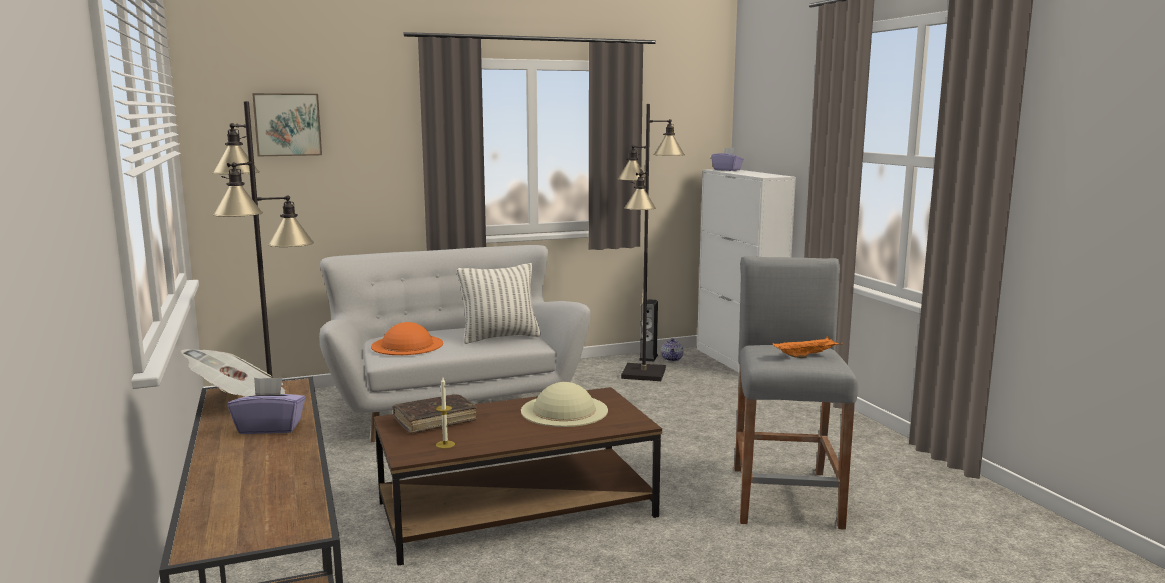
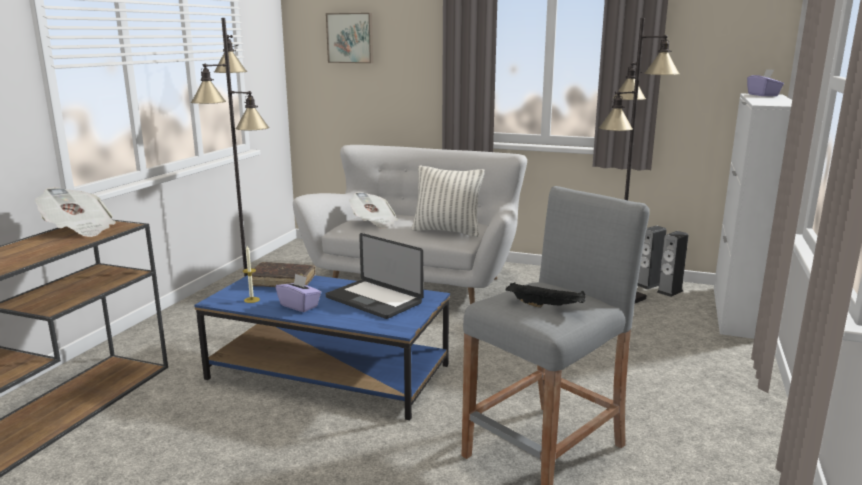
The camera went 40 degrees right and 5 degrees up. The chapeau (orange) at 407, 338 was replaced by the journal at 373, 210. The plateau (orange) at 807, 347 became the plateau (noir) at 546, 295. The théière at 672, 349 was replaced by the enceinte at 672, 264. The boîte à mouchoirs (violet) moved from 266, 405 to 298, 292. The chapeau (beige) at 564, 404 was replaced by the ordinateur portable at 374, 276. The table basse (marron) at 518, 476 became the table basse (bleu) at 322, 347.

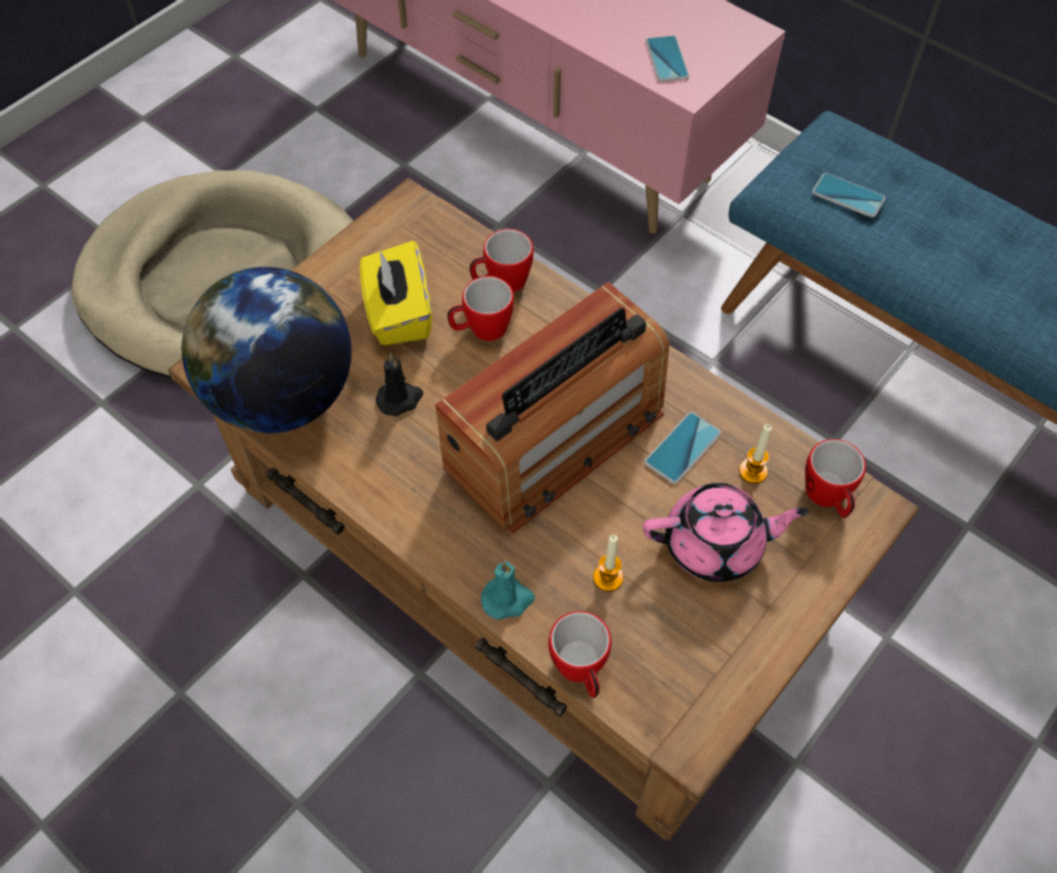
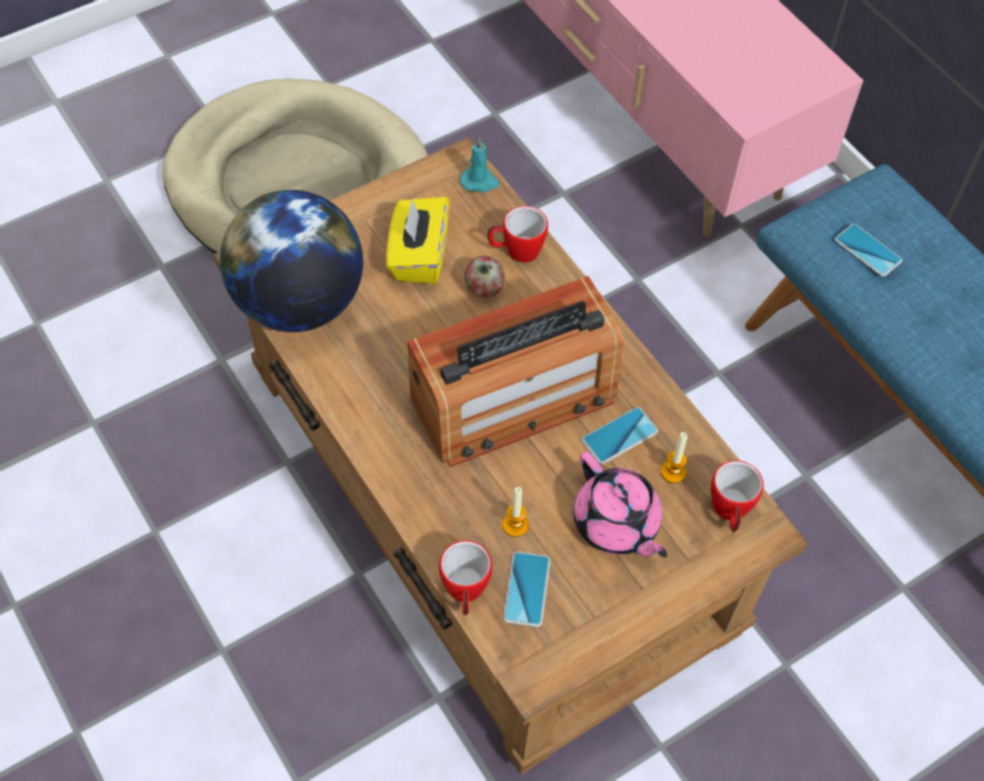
The camera went 15 degrees right and 0 degrees up. The téléphone moved from 667, 59 to 526, 589. The mug at 480, 308 was replaced by the pomme at 484, 276. The bougie (noir) at 399, 384 disappeared. The théière (rose) at 726, 532 turned 45 degrees clockwise. The bougie (turquoise) moved from 508, 590 to 480, 165.

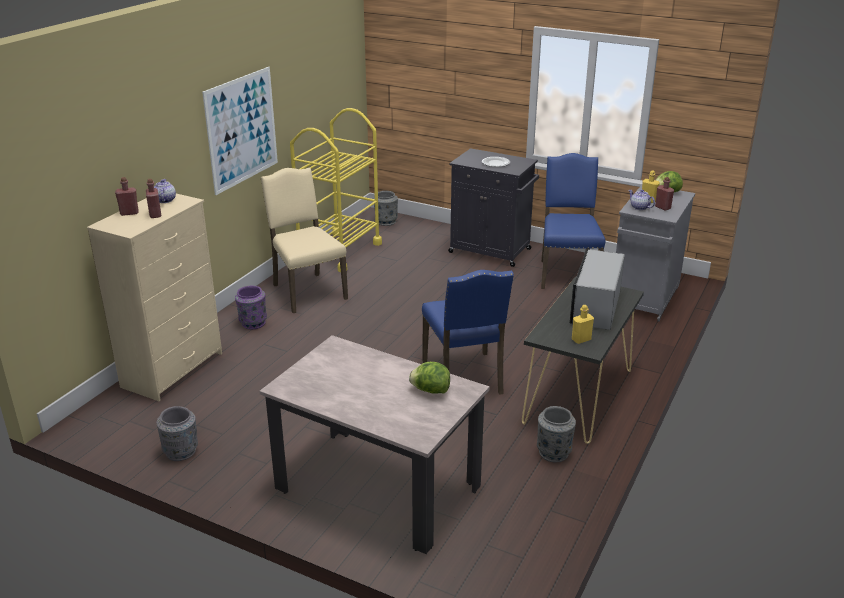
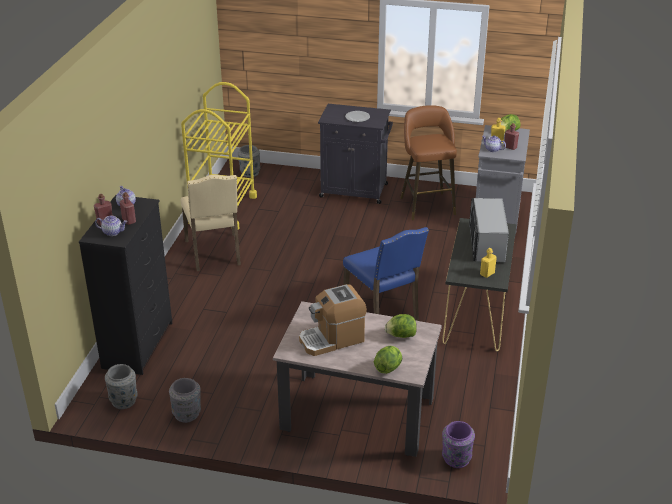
The camera went 15 degrees left and 5 degrees up. The tableau at 240, 131 disappeared. The chaise (bleu) at 573, 221 was replaced by the tabouret (marron) at 428, 162. The chaise (beige) at 304, 240 turned 150 degrees counterclockwise. The commode (beige) at 154, 297 became the commode (noir) at 126, 285. The vase (violet) moved from 251, 307 to 458, 444. The vase (gris) moved from 556, 434 to 121, 386. The théière at 111, 226 appeared. The machine à café at 333, 320 appeared. The laitue at 388, 360 appeared.

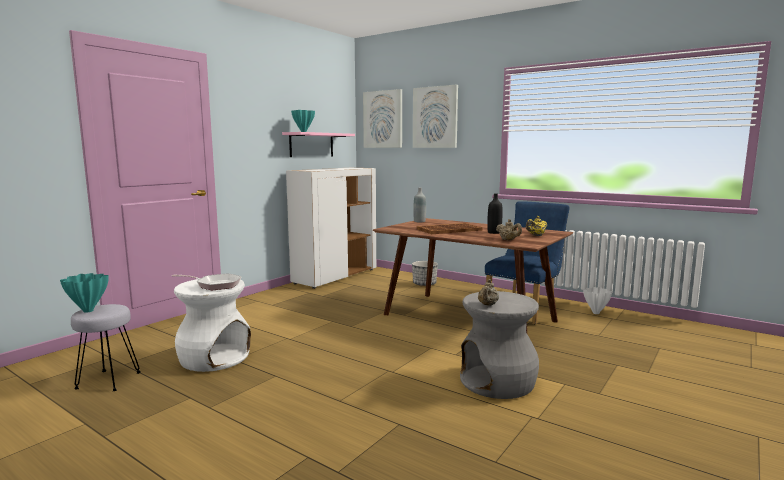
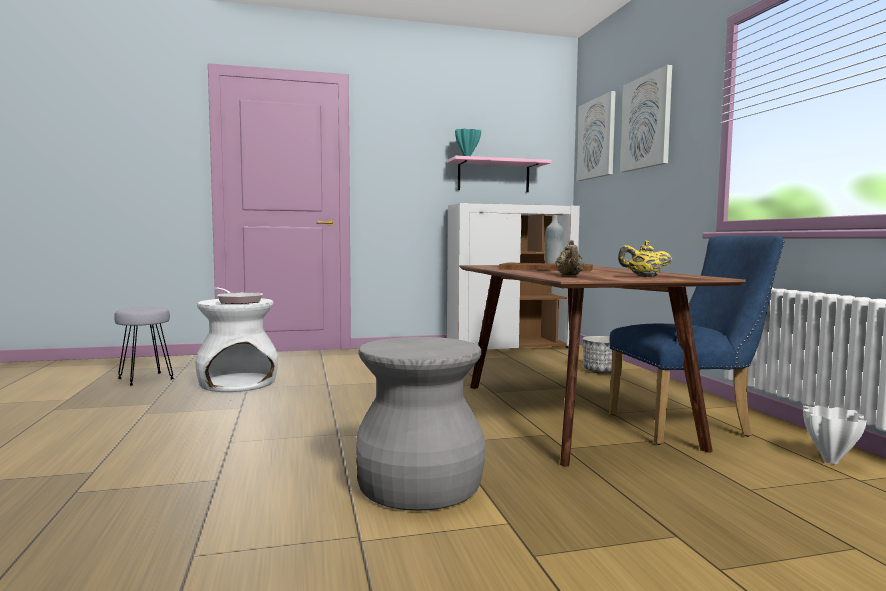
The camera went 40 degrees right and 5 degrees down. The bouteille (noir) at 495, 214 disappeared. The vase (turquoise) at 84, 293 disappeared. The théière (beige) at 488, 292 disappeared.

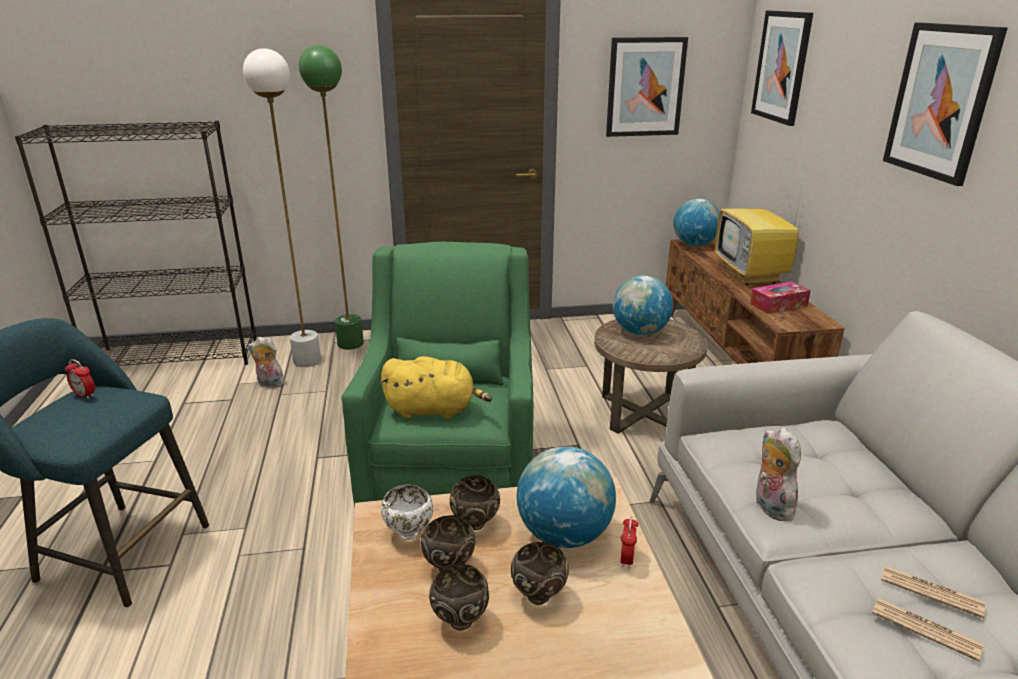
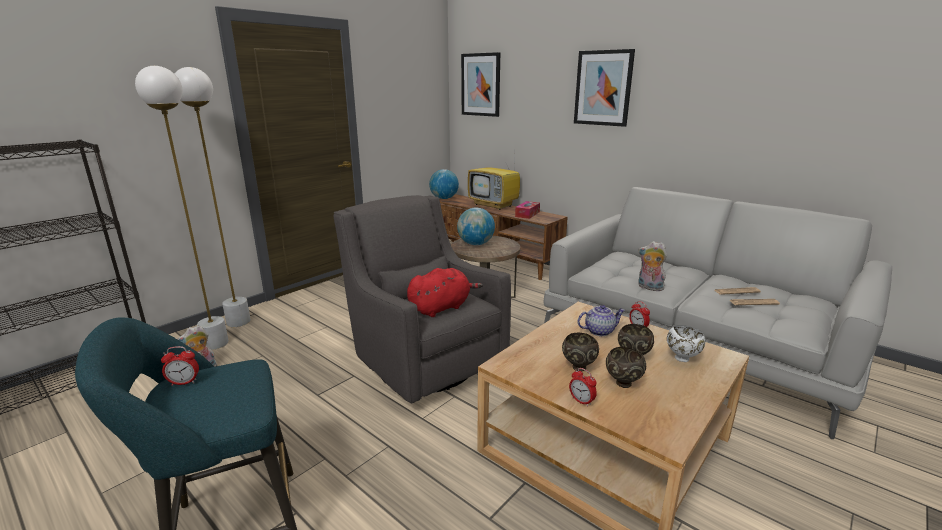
The camera went 40 degrees left and 5 degrees down. The tableau at 647, 87 disappeared. The lampadaire (vert) at 331, 197 became the lampadaire (blanc) at 213, 197. The fauteuil (vert) at 437, 374 became the fauteuil (gris) at 422, 299. The peluche (jaune) at 436, 387 became the peluche (rouge) at 445, 292. The globe at 566, 497 was replaced by the théière at 601, 320. The bol (marron) at 474, 502 disappeared. The bol (blanc) moved from 407, 512 to 686, 343. The réveil at 583, 387 appeared.

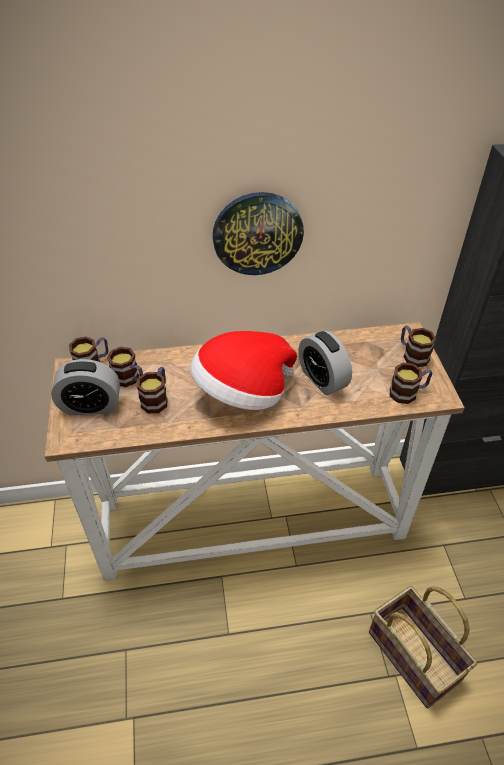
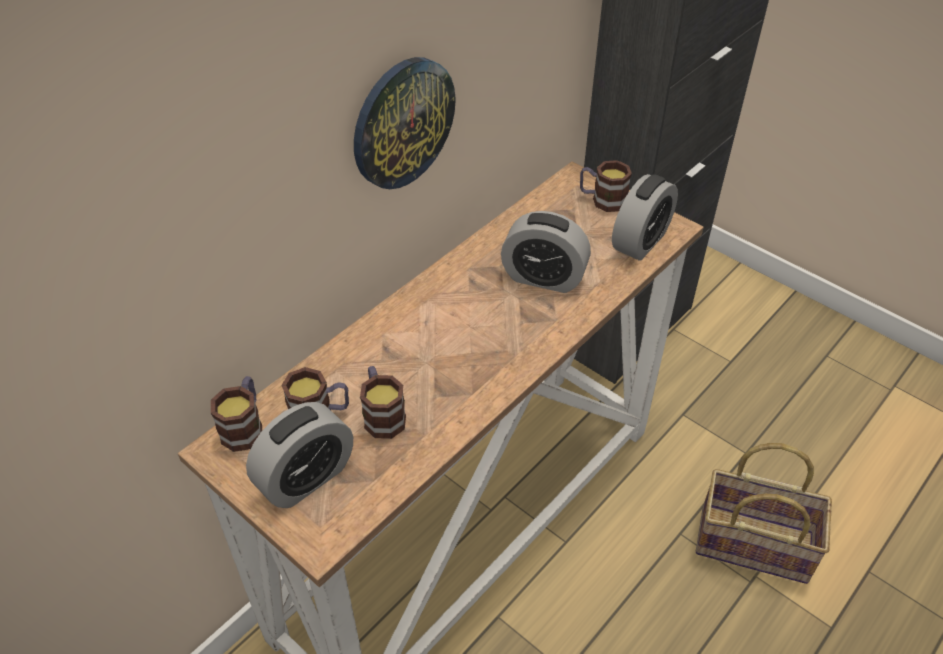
The camera went 40 degrees left and 0 degrees up. The chapeau at 243, 370 disappeared. The mug at 411, 383 was replaced by the réveil at 645, 217.

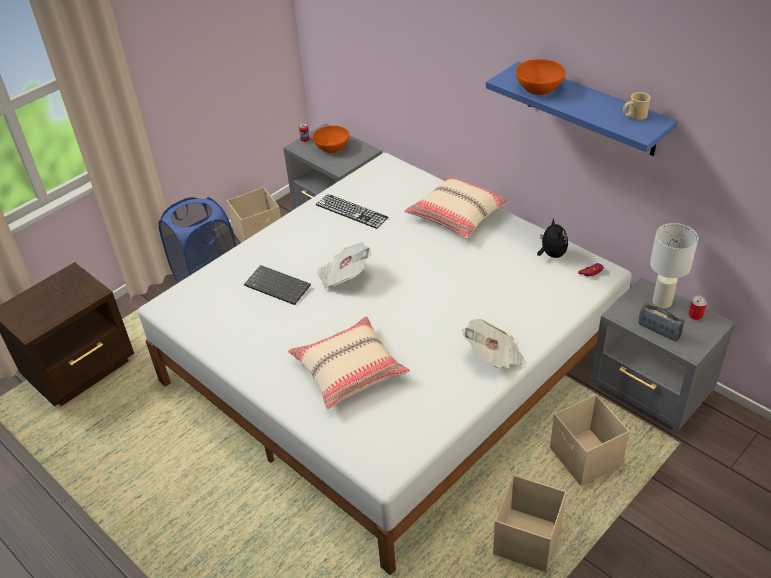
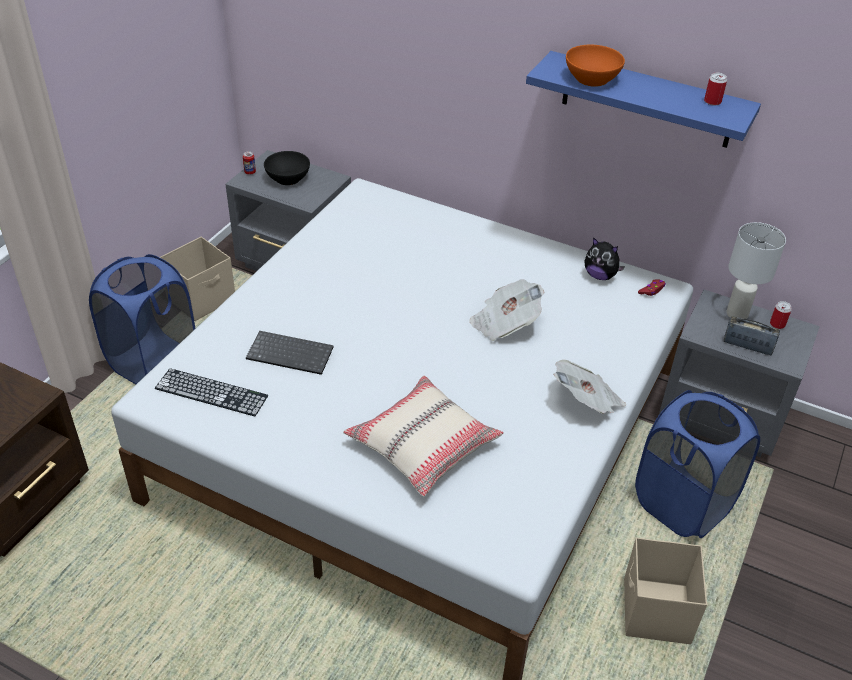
The camera went 20 degrees left and 0 degrees up. The mug (beige) at 637, 106 was replaced by the boîte métallique at 715, 89. The bol (orange) at 331, 139 became the bol (noir) at 287, 168. The coussin (beige) at 457, 207 disappeared. The clavier moved from 352, 211 to 211, 392. The peluche at 552, 238 turned 150 degrees clockwise. The journal moved from 344, 265 to 507, 310. The boîte de rangement (beige) at 590, 440 was replaced by the panier à linge (bleu) at 697, 464.

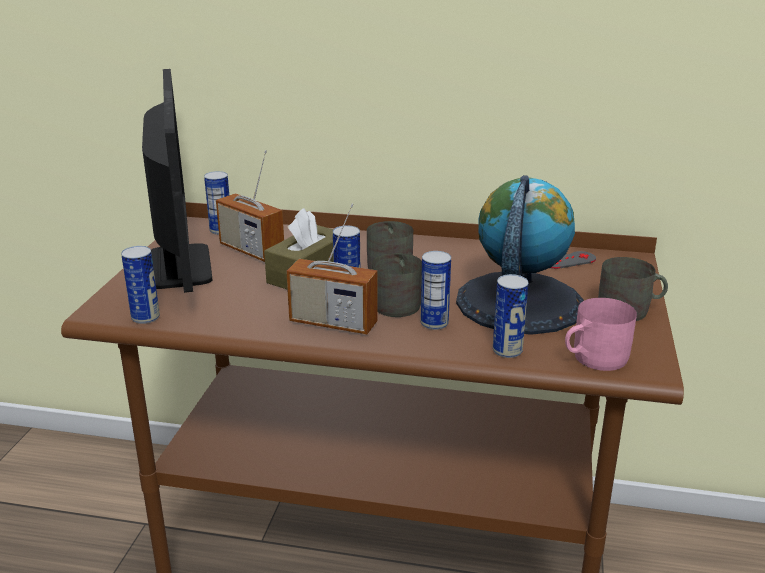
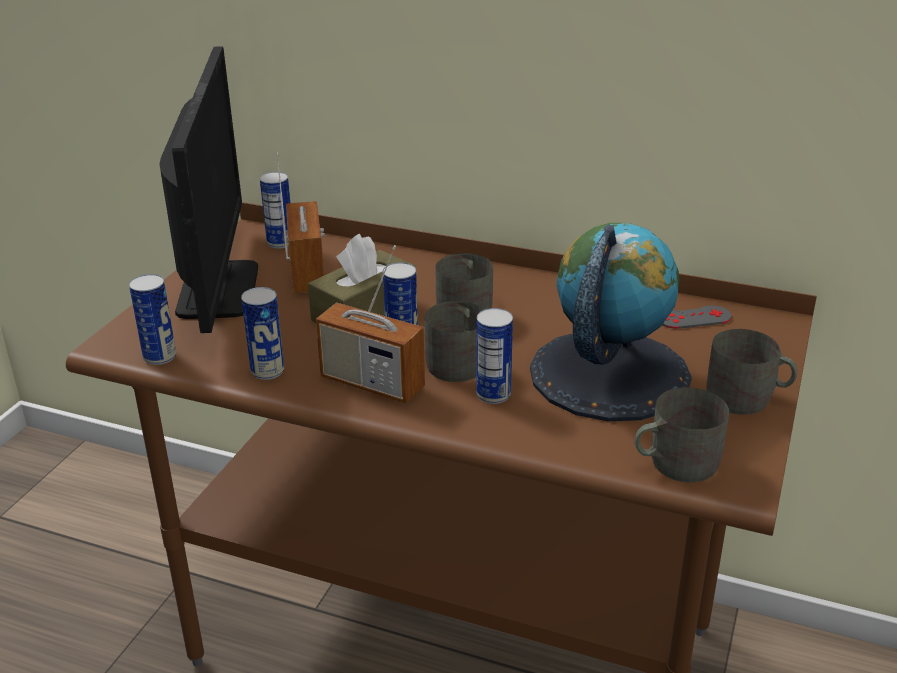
The camera went 10 degrees right and 5 degrees up. The radio at 250, 206 turned 150 degrees counterclockwise. The boîte métallique moved from 511, 316 to 262, 333. The mug (rose) at 601, 334 became the mug (gris) at 681, 434.

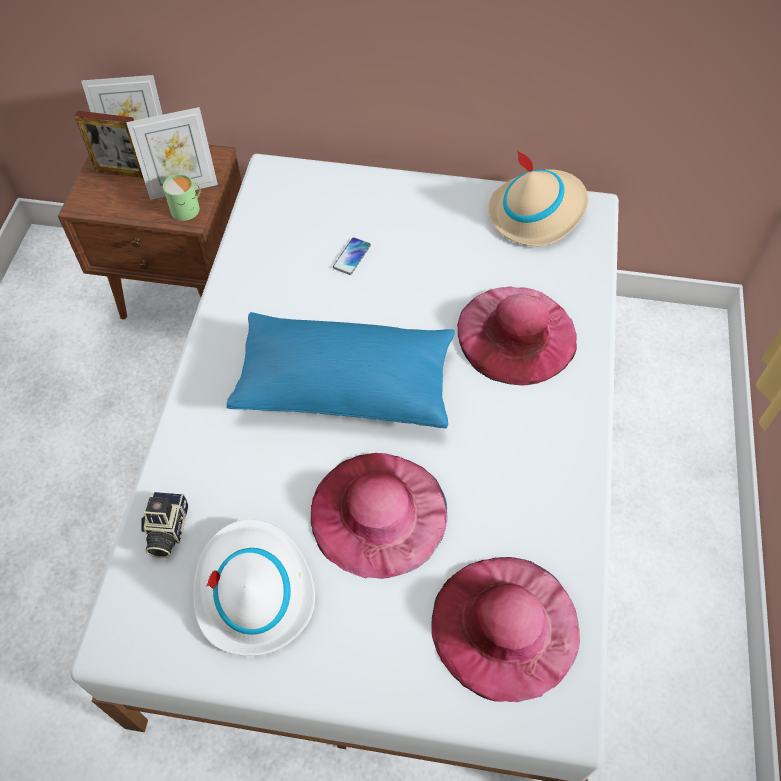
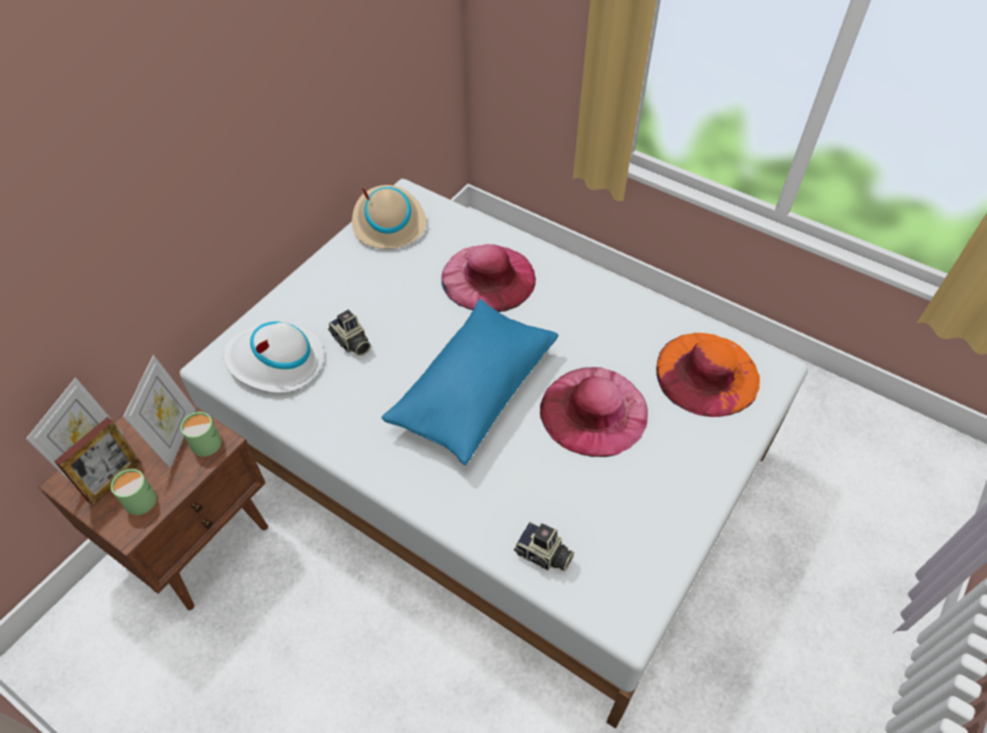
The camera went 65 degrees left and 5 degrees down. The téléphone at 352, 256 was replaced by the appareil photo at 349, 333. The chapeau (blanc) moved from 254, 588 to 273, 357. The chapeau (rose) at 505, 629 became the chapeau (orange) at 708, 375. The mug (vert) at 134, 492 appeared.

